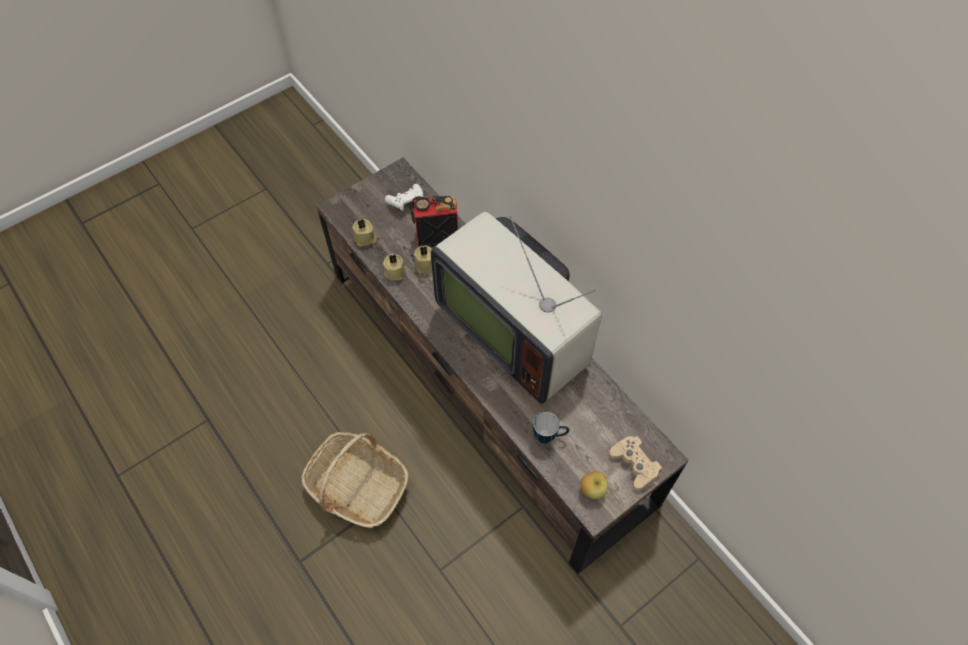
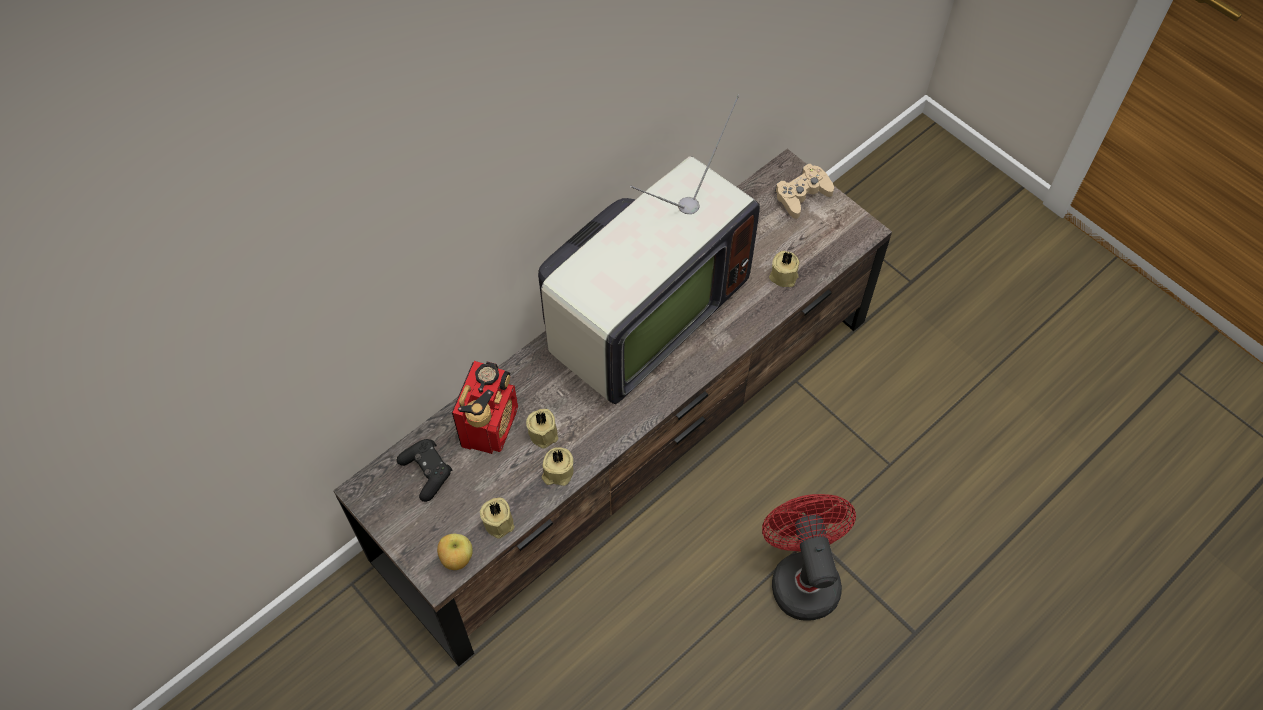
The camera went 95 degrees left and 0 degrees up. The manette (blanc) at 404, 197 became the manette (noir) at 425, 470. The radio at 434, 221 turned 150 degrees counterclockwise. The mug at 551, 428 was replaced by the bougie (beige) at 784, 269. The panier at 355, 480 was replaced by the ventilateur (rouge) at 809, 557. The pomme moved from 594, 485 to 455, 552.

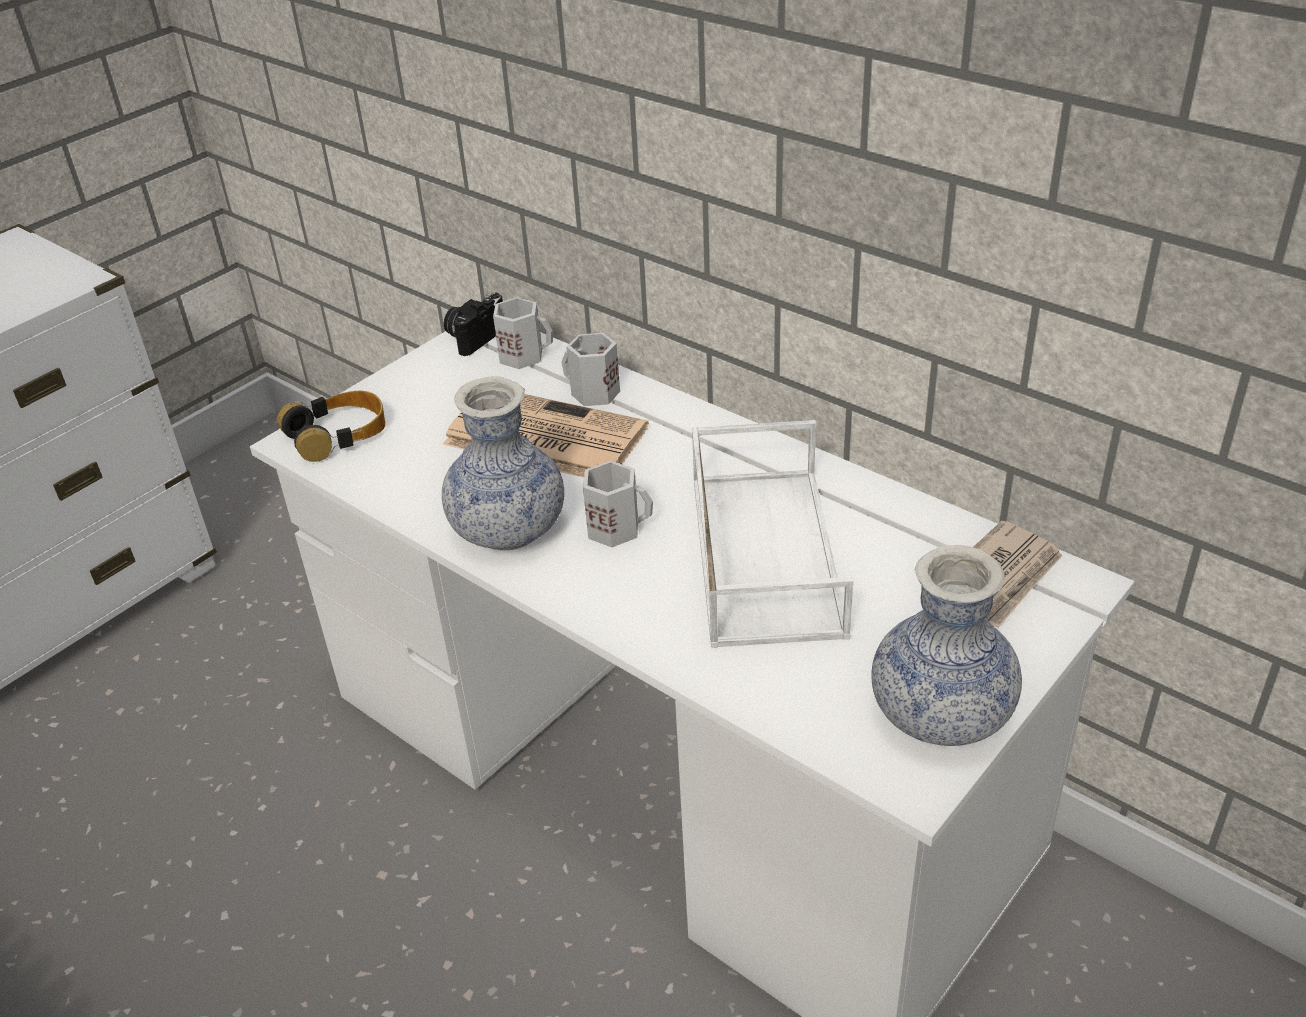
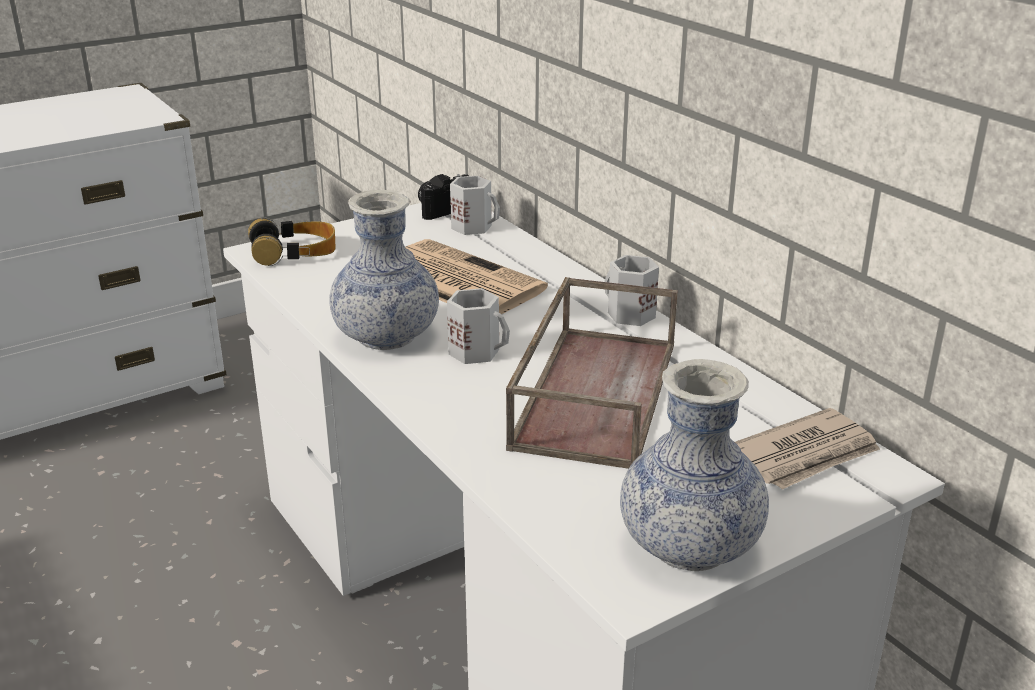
The camera went 15 degrees right and 10 degrees down. The mug (blanc) moved from 591, 369 to 631, 290. The plateau (blanc) at 772, 534 became the plateau (marron) at 592, 373.

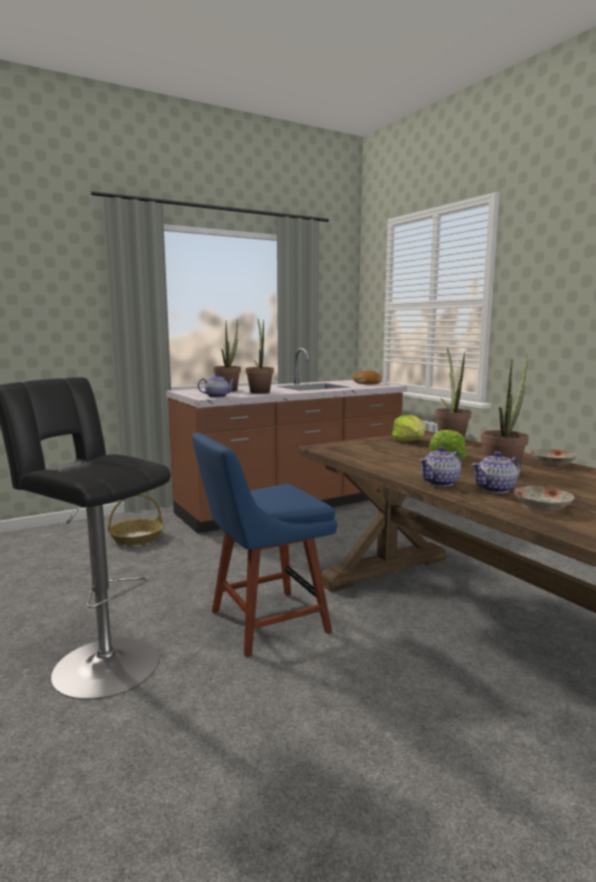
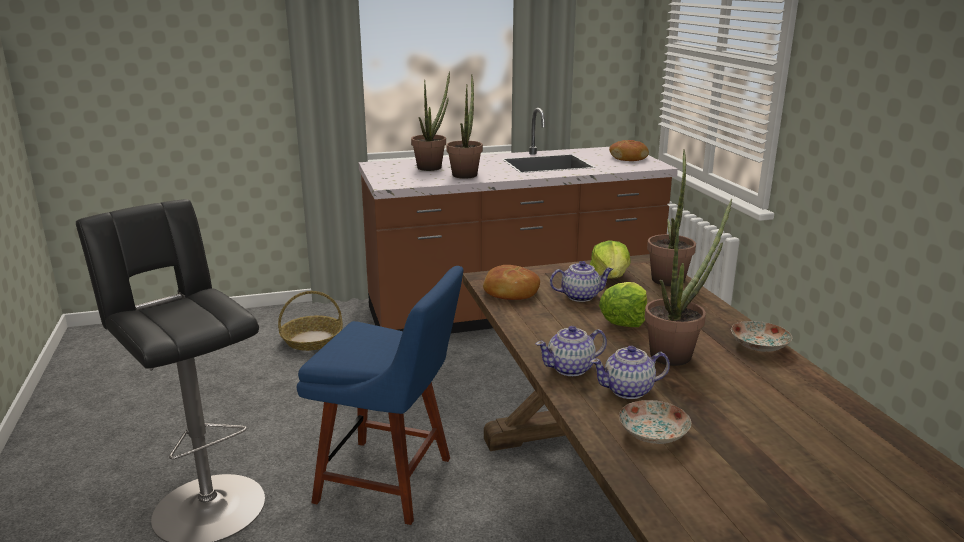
The camera went 15 degrees right and 10 degrees up. The théière moved from 216, 385 to 581, 281. The chaise (bleu) at 264, 545 turned 150 degrees counterclockwise. The pain at 511, 282 appeared.

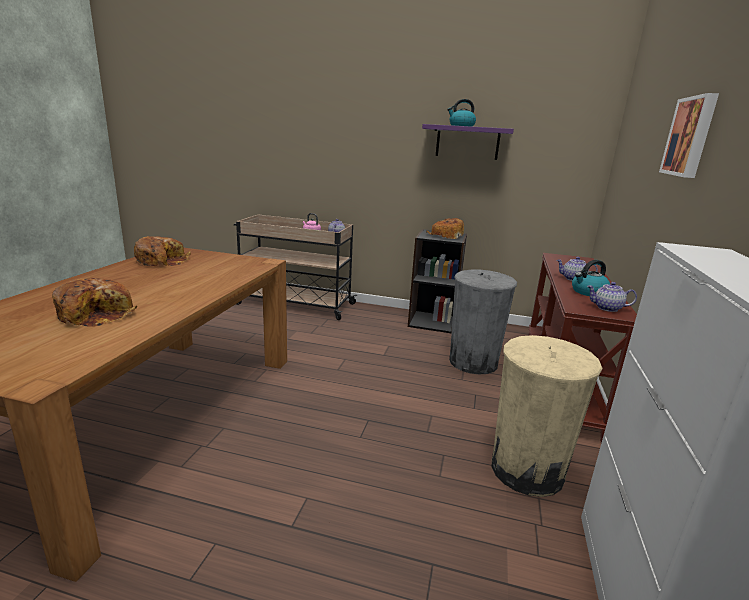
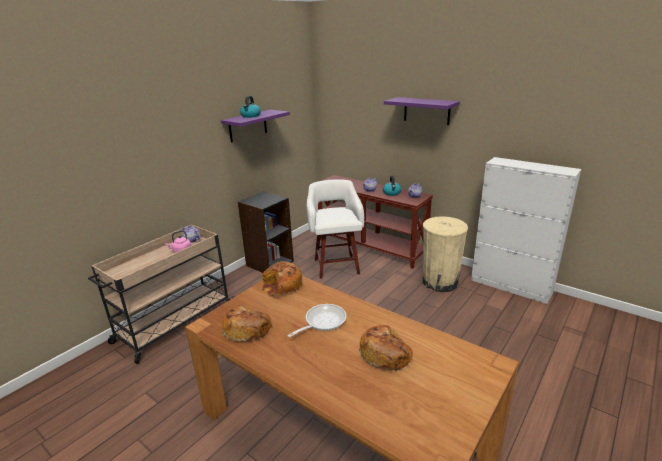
The camera went 65 degrees left and 5 degrees up. The tableau at 689, 135 was replaced by the étagère (violet) at 422, 111. The pain moved from 445, 228 to 282, 278. The poubelle (gris) at 483, 322 was replaced by the tabouret (blanc) at 335, 229. The poêle at 317, 320 appeared.

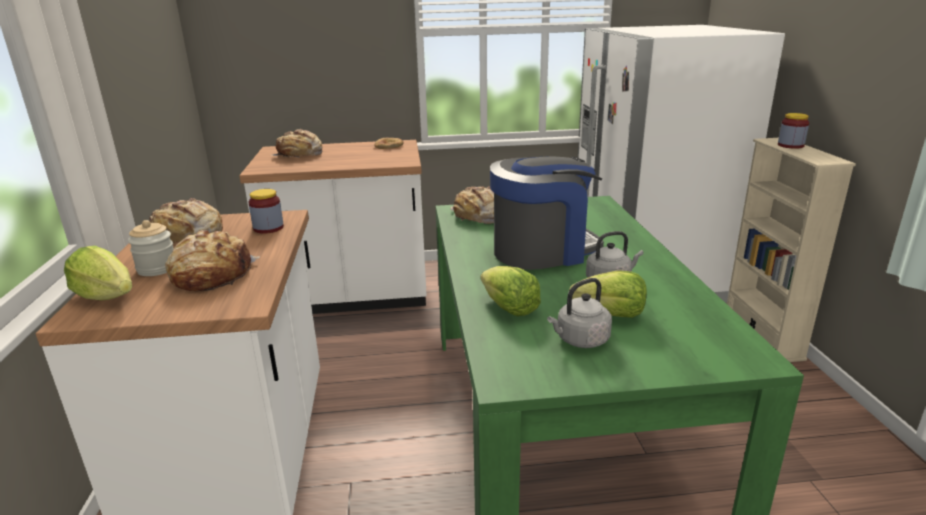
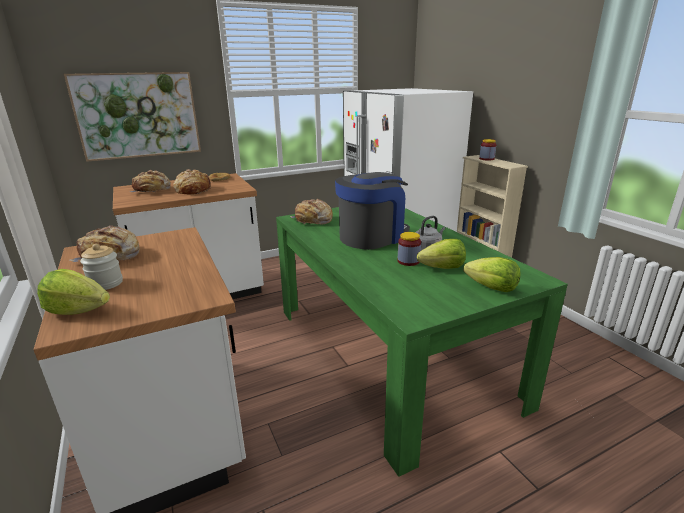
The camera went 20 degrees left and 0 degrees up. The bocal moved from 266, 211 to 409, 249. The pain moved from 212, 260 to 192, 181. The laitue moved from 511, 291 to 492, 274. The bouilloire (gris) at 579, 313 disappeared. The tableau at 132, 117 appeared.

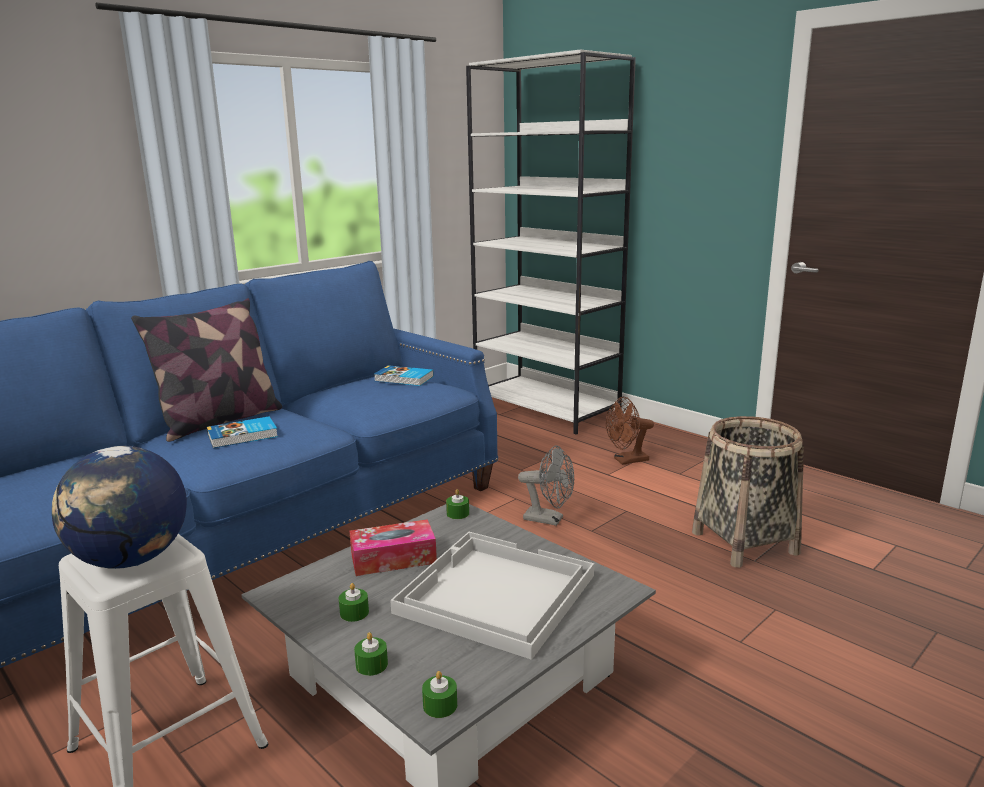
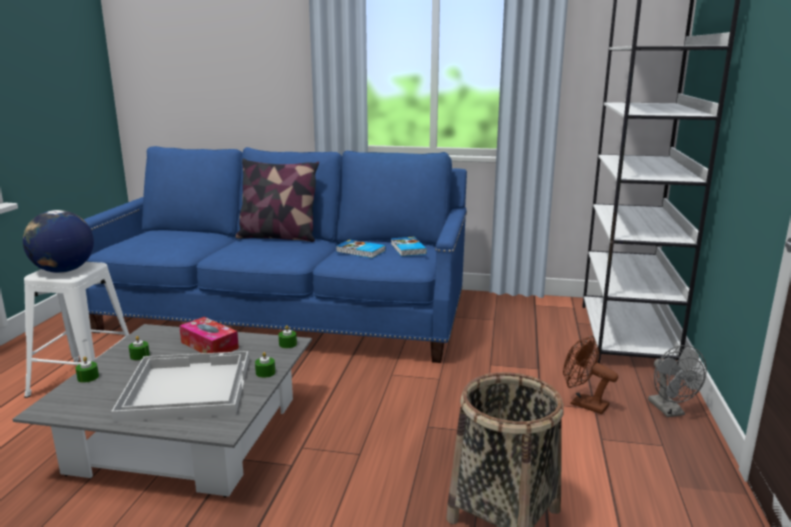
The camera went 55 degrees right and 0 degrees up. The livre moved from 242, 432 to 361, 249. The ventilateur (gris) moved from 546, 485 to 677, 381. The bougie (vert) moved from 439, 694 to 265, 365.

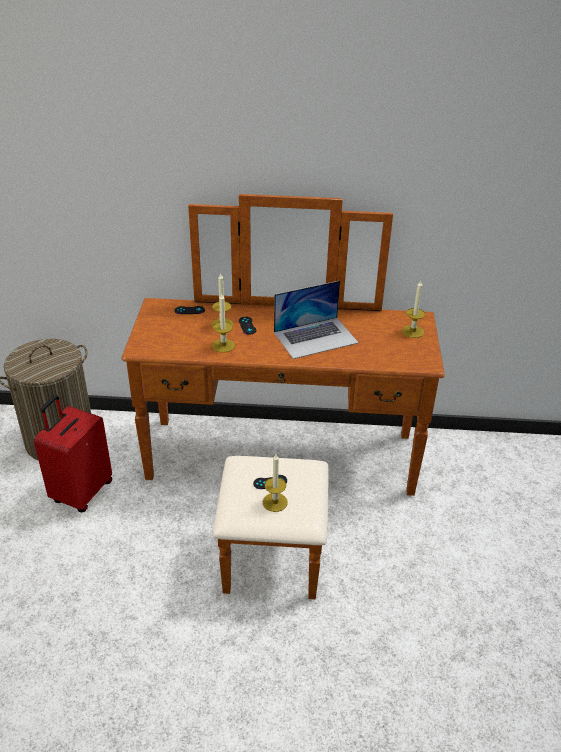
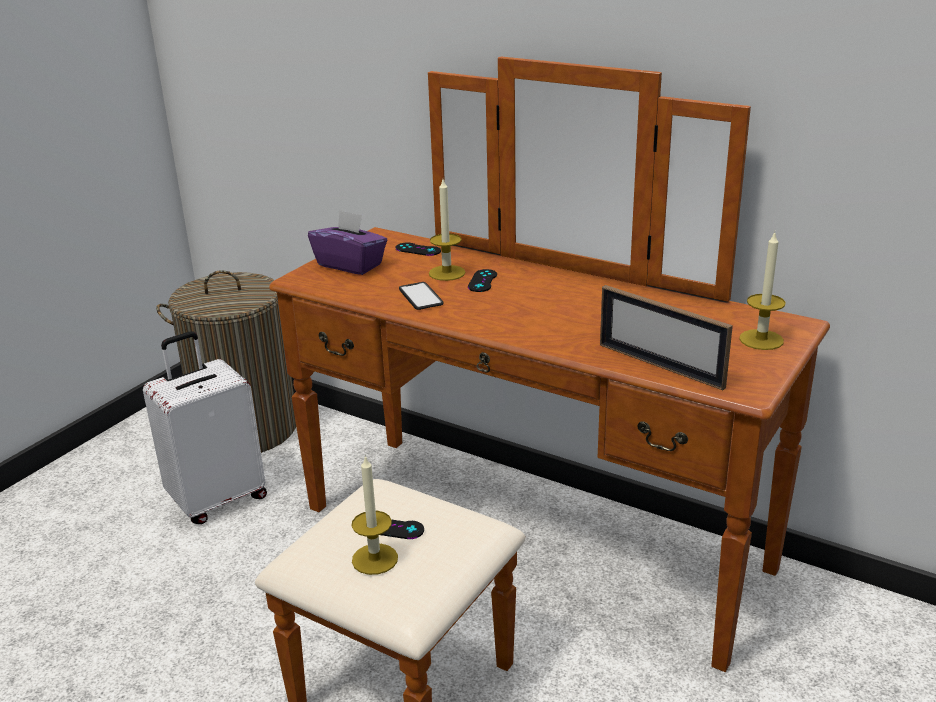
The camera went 30 degrees right and 10 degrees down. The ordinateur portable at 316, 320 disappeared. The bougie at 223, 323 was replaced by the téléphone at 421, 296. The valise (rouge) at 73, 453 became the valise (blanc) at 205, 427. The boîte à mouchoirs (violet) at 347, 242 appeared. The cadre photo at 666, 337 appeared.

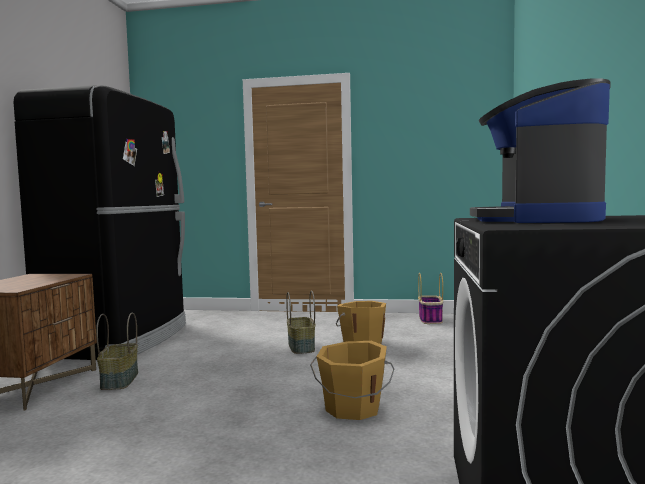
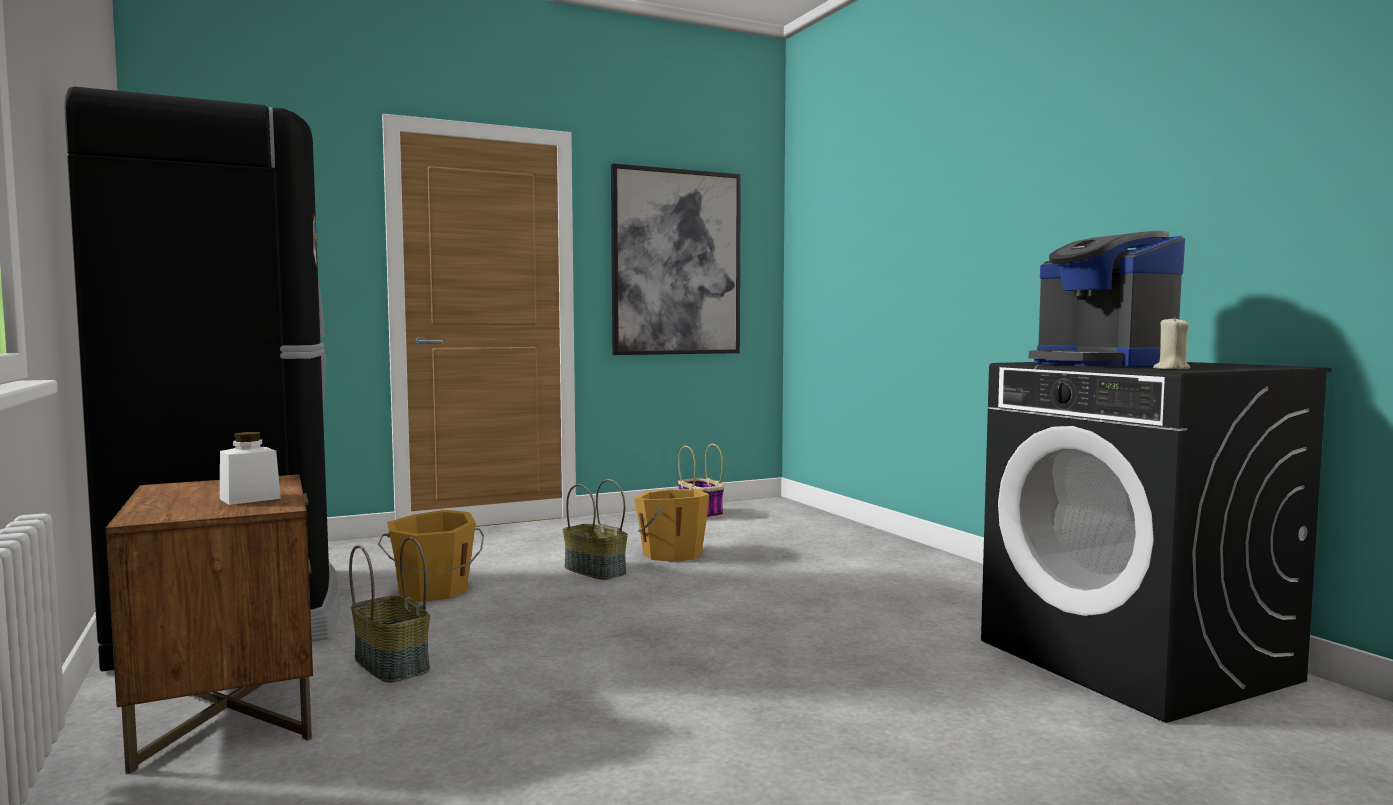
The camera went 35 degrees left and 0 degrees up. The seau (orange) moved from 352, 380 to 431, 556. The tableau at 676, 259 appeared. The bougie (beige) at 1171, 342 appeared. The bocal (blanc) at 250, 468 appeared.

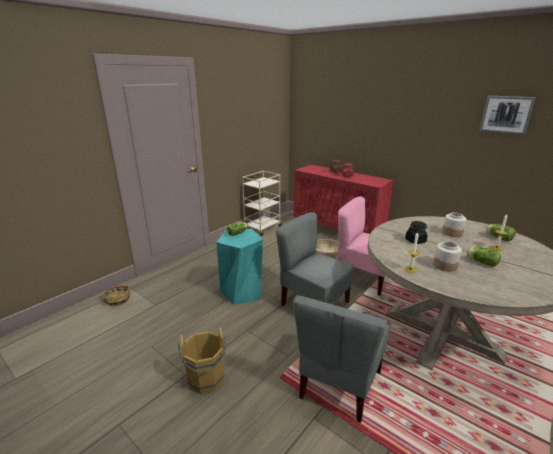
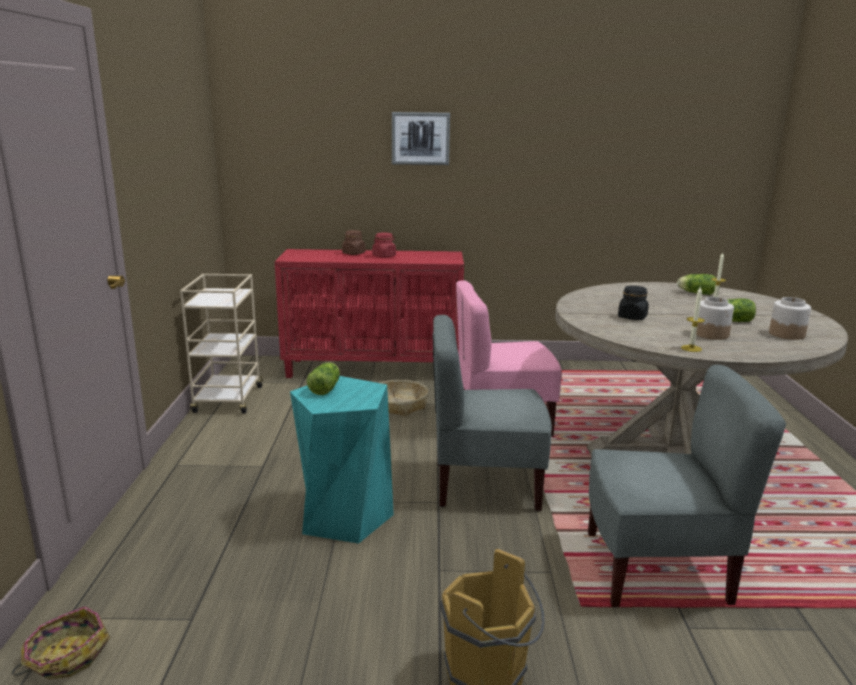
The camera went 40 degrees left and 5 degrees down. The tableau moved from 508, 115 to 421, 138. The bocal moved from 454, 224 to 790, 318. The chaise (gris) at 341, 359 turned 75 degrees counterclockwise.

